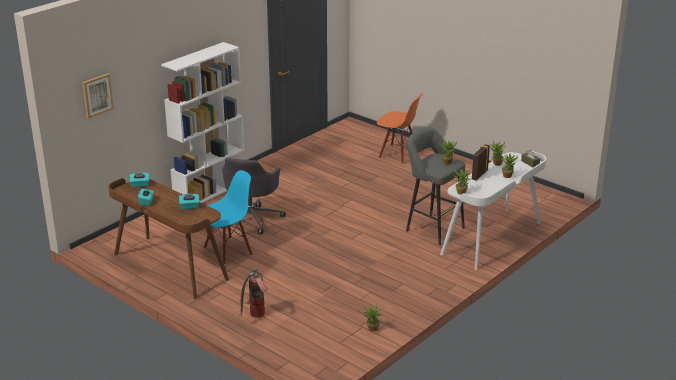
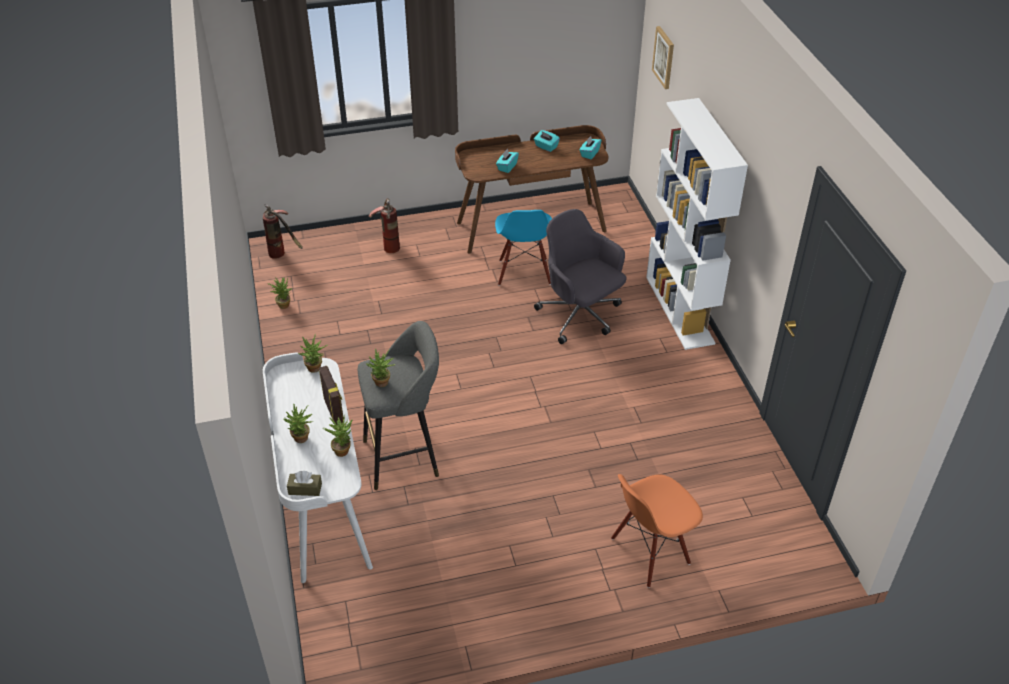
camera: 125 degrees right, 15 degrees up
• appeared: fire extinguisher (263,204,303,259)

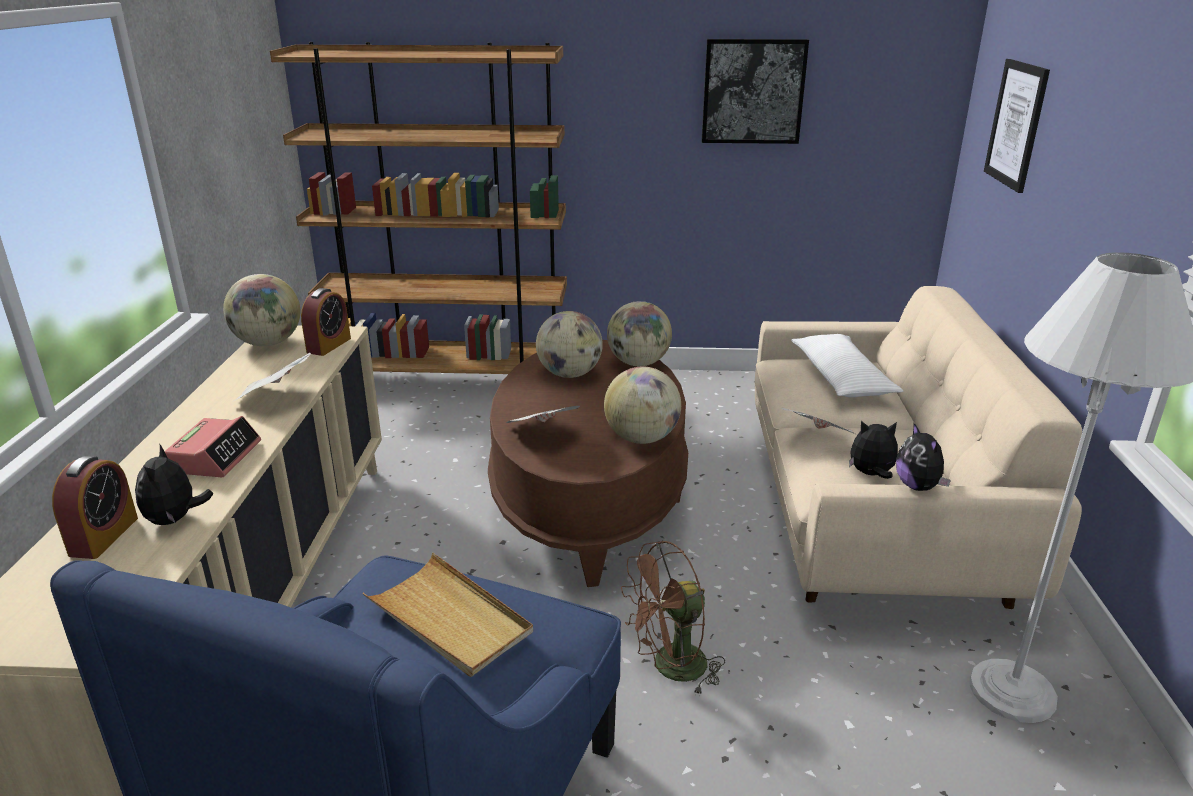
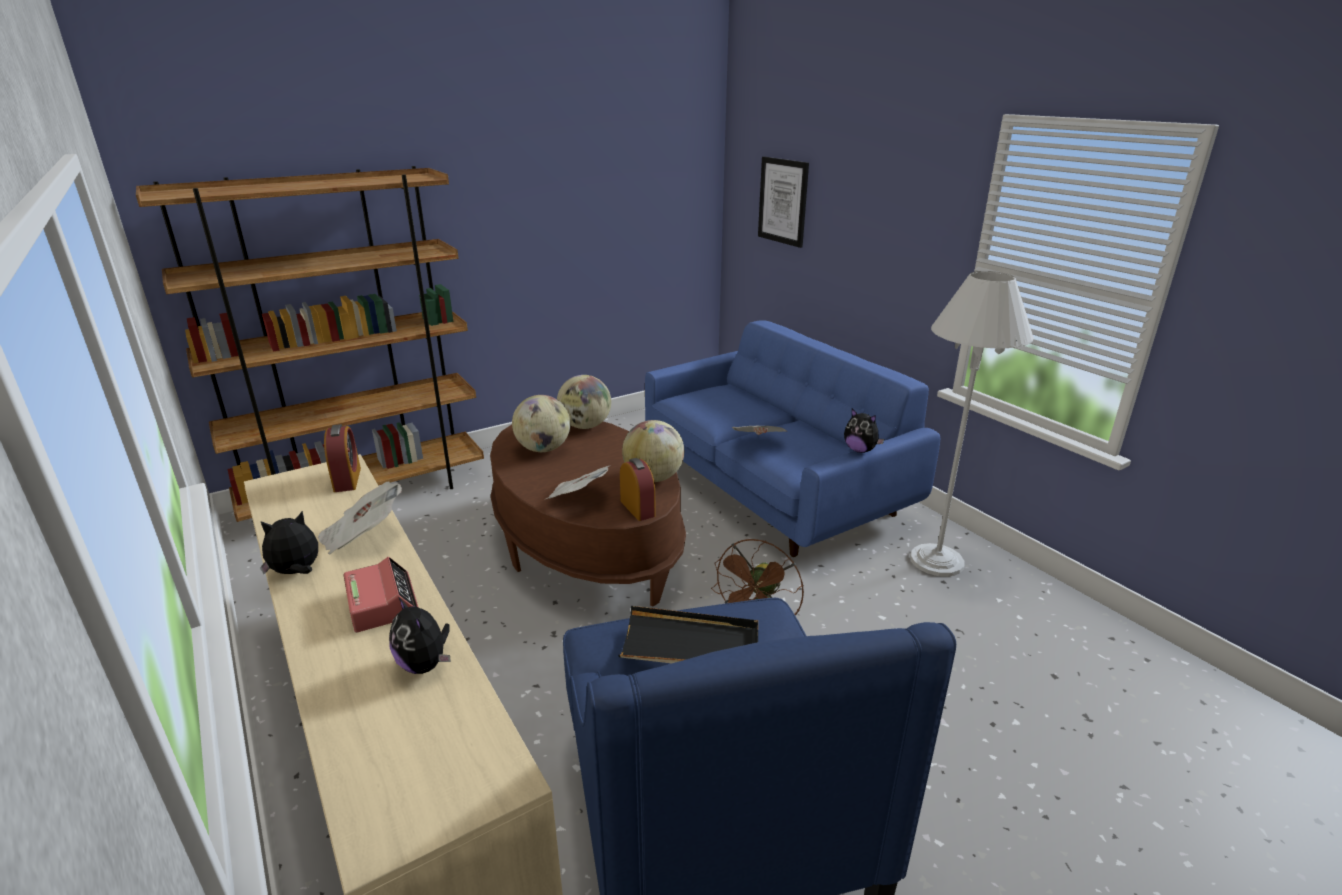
camera: 35 degrees left, 0 degrees up
• relocated: alarm clock (52,456,138,559) to (620,458,656,521)
• missing: globe (223,274,300,346)
• colour: tray in beige (363,553,533,677) to tray in black (618,606,758,663)
• missing: picture (701,39,809,144)
• colour: sofa in beige (755,286,1082,609) to sofa in blue (645,320,940,557)
• missing: pillow in white (791,334,903,397)
• relocated: plush toy (849,421,898,479) to (260,511,318,574)

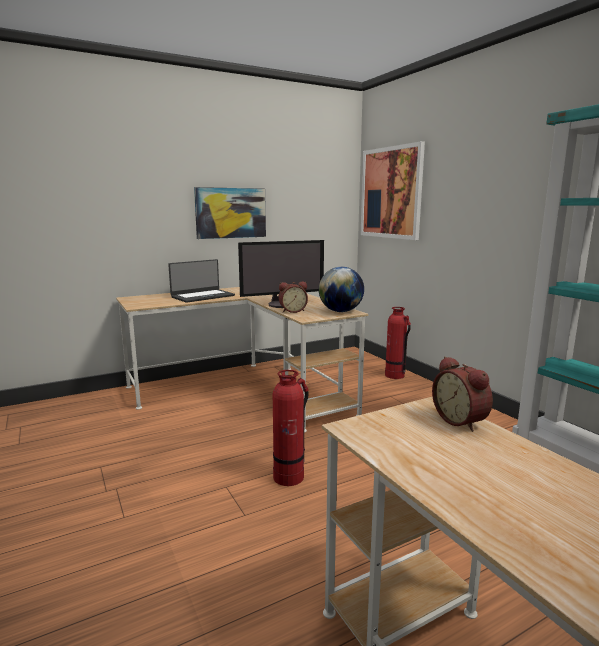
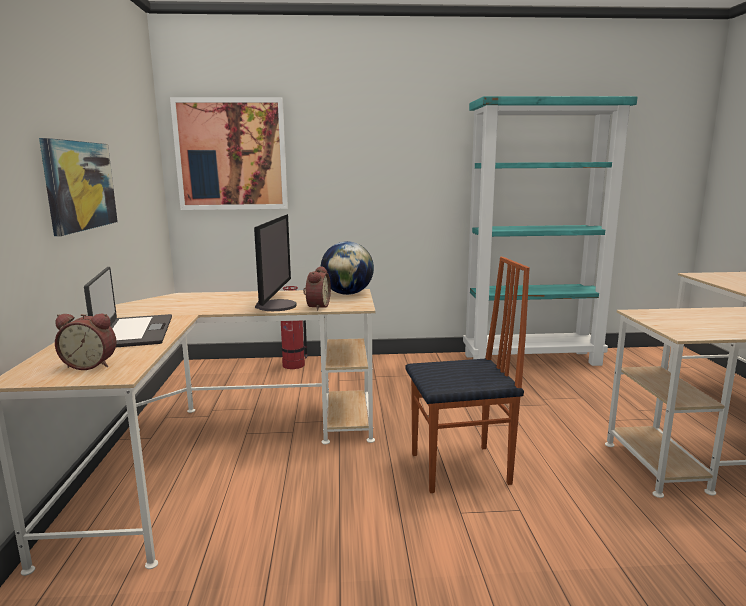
camera: 65 degrees left, 0 degrees up
• exchanged: fire extinguisher (273,370,309,486) to chair (406,257,530,493)
• relocated: alarm clock (432,356,493,432) to (55,313,117,370)

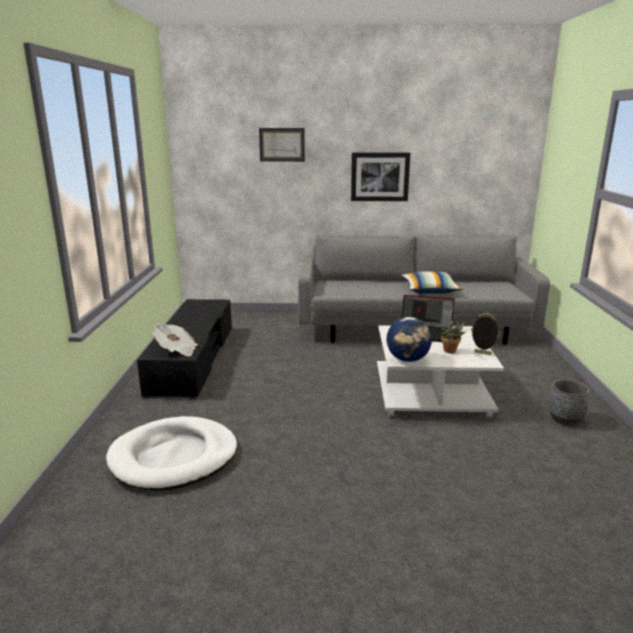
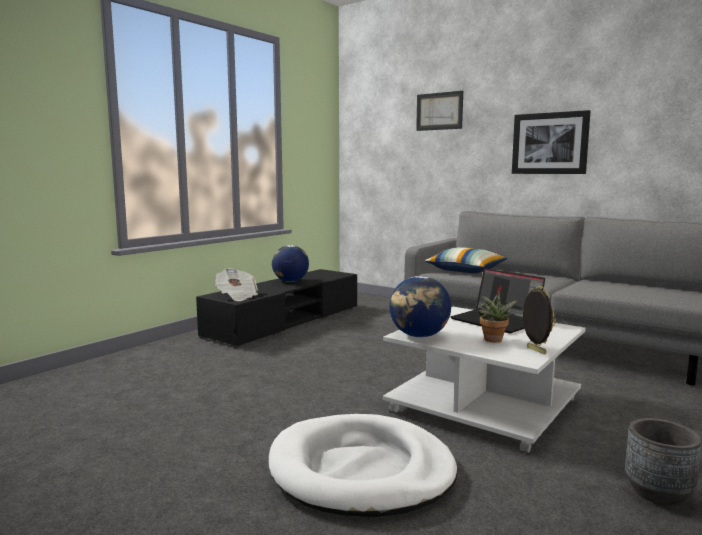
camera: 35 degrees right, 10 degrees down
• relocated: dog bed in white (106,416,237,491) to (269,414,458,517)
• relocated: pillow (402,272,462,294) to (425,247,507,273)
• appeared: globe (272,245,309,282)

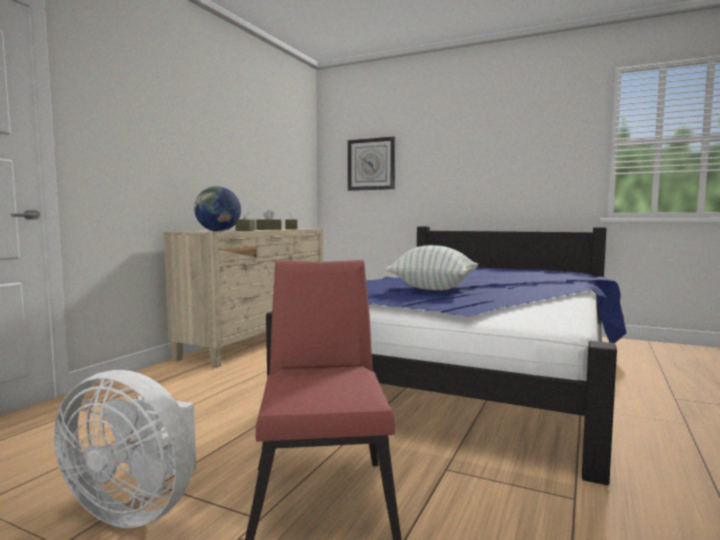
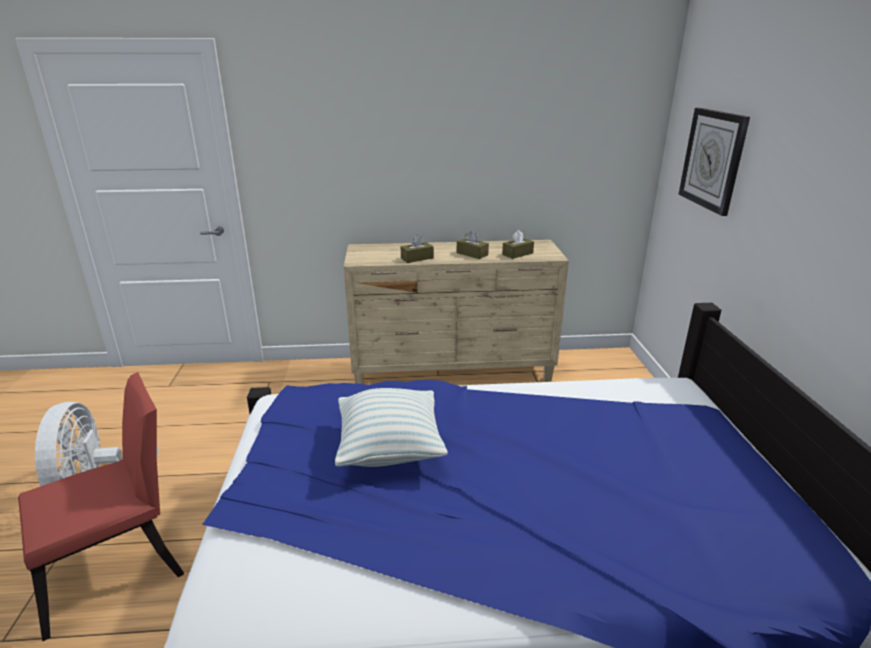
camera: 60 degrees right, 20 degrees up
• missing: globe (194,186,241,232)

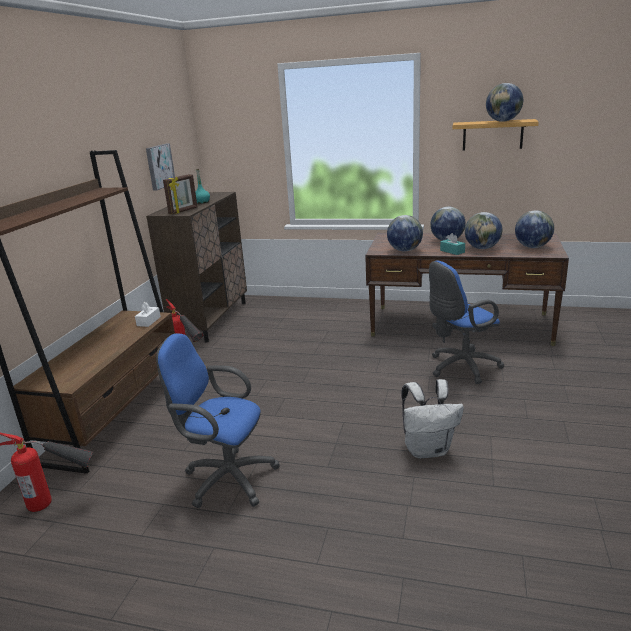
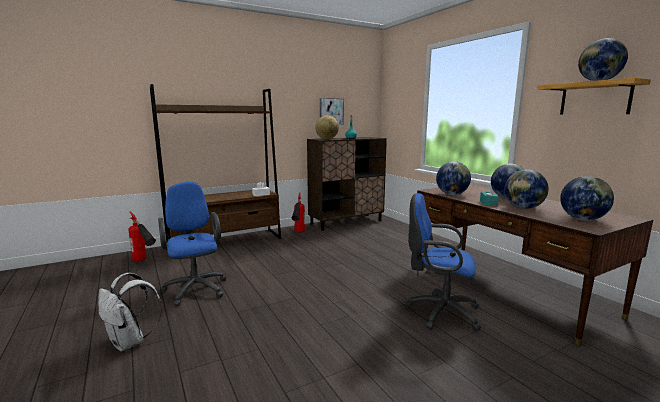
camera: 45 degrees right, 10 degrees down
• exchanged: picture frame (163,174,197,214) to globe (315,115,339,139)
• relocated: backpack in white (401,379,464,459) to (98,273,162,351)

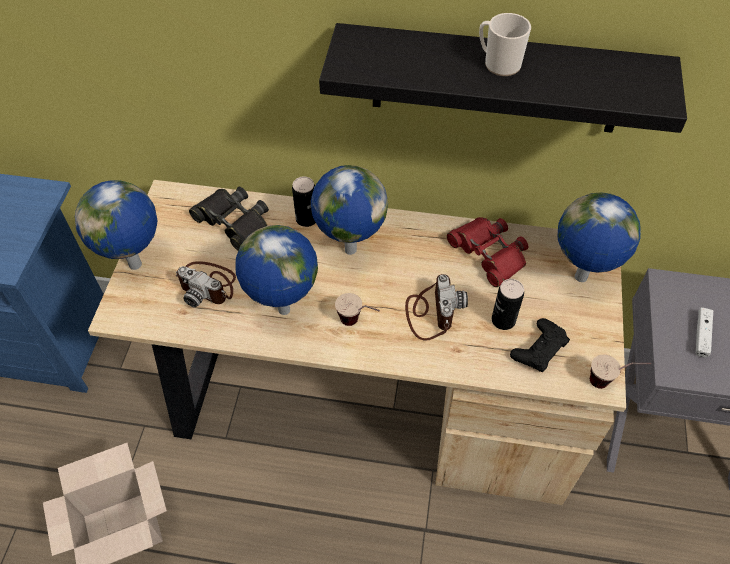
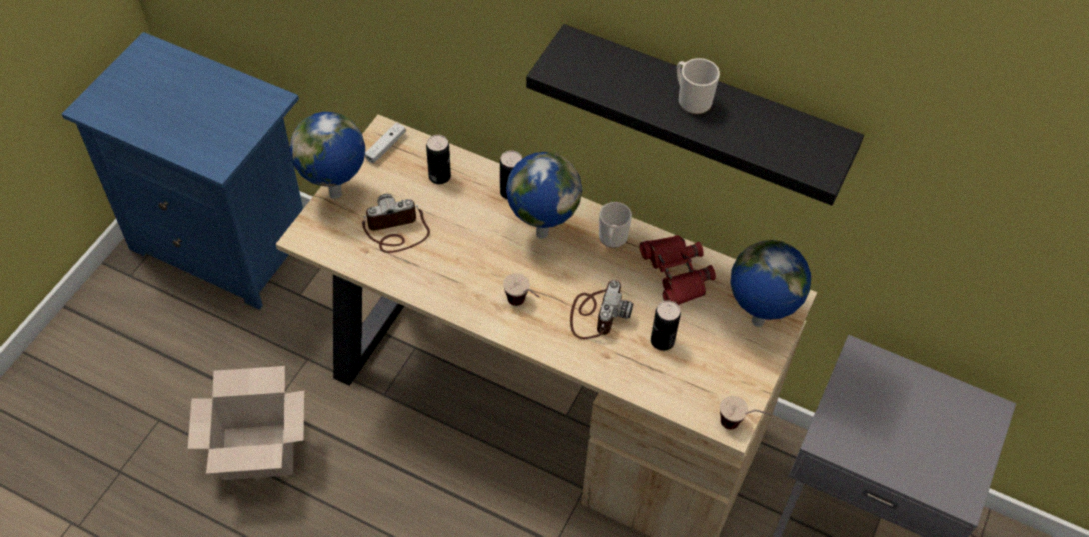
camera: 15 degrees right, 0 degrees up
• spun: photo camera (175,261,236,307) = (362,194,430,253) 120 degrees clockwise
• exchanged: binoculars in black (189,187,269,251) to can (426,135,451,184)
• missing: globe (235,225,318,315)
• missing: game controller in black (510,318,570,372)
• relocated: game controller in white (696,307,713,358) to (365,123,406,164)
• appeared: mug (599,202,632,248)

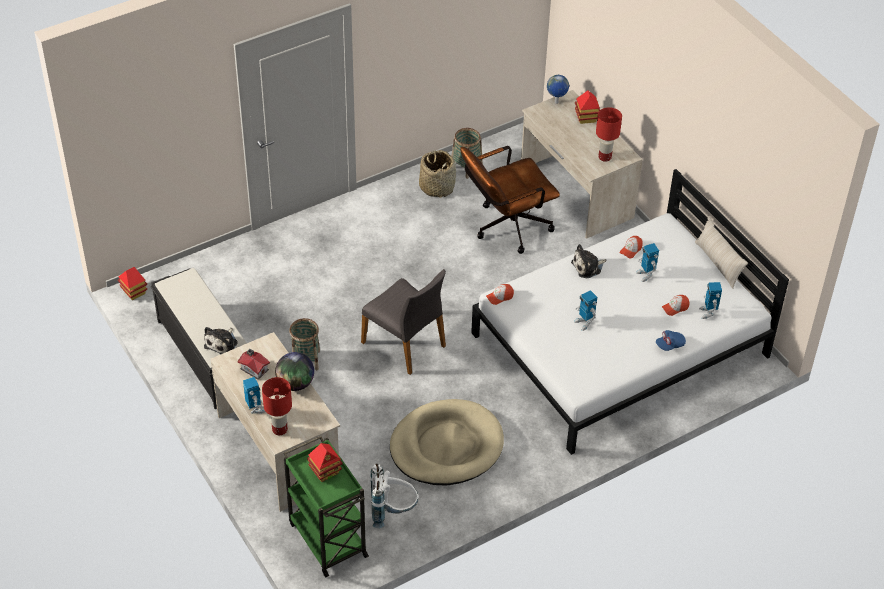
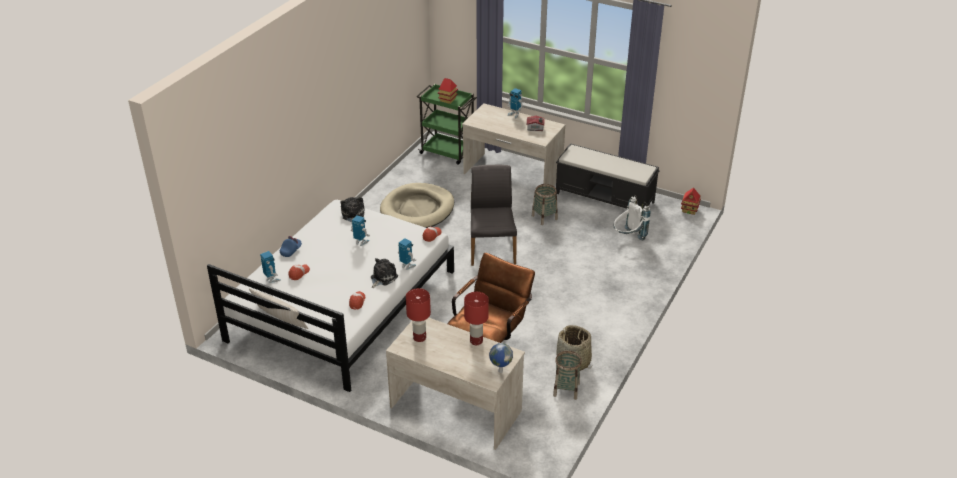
camera: 150 degrees right, 10 degrees down
• relocated: plush toy (204,327,238,354) to (340,197,365,222)
• relocated: table lamp in red (262,377,292,435) to (464,292,489,345)
• missing: globe (275,352,314,391)
• spun: chair in grey (361,269,446,375) = (471,165,517,266) 75 degrees clockwise
• relocated: backpack in white (370,464,419,528) to (614,195,651,240)
• missing: toy house (575,90,600,124)
• relocated: toy robot (636,243,659,282) to (398,238,416,270)

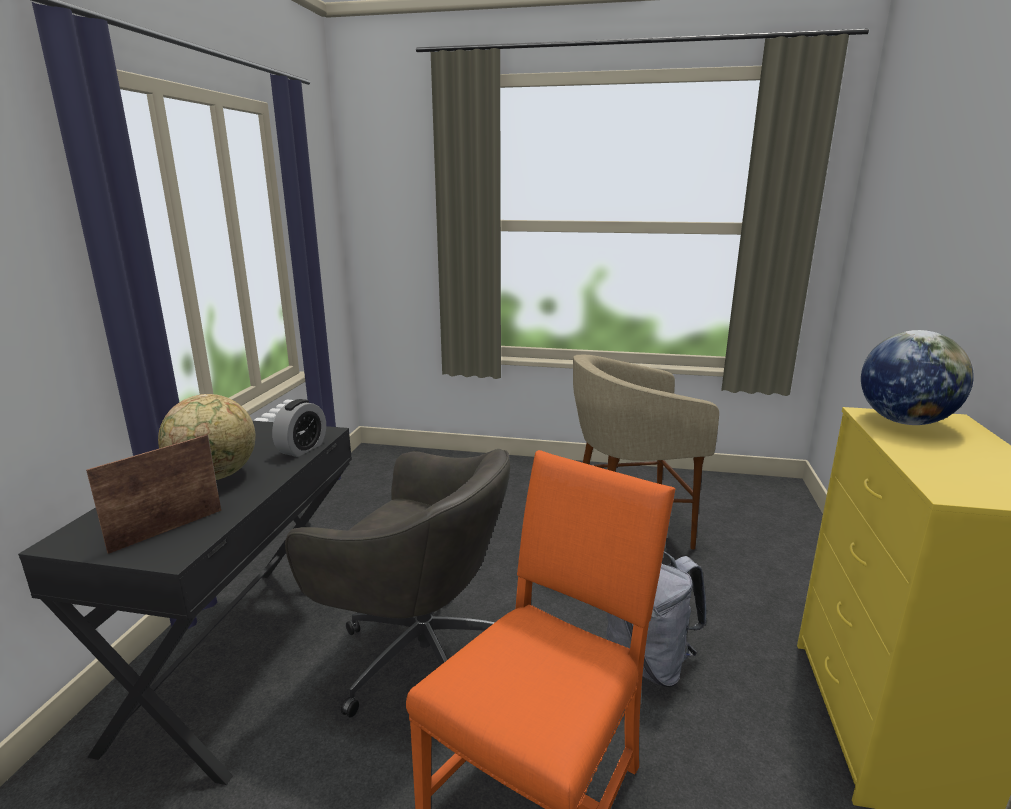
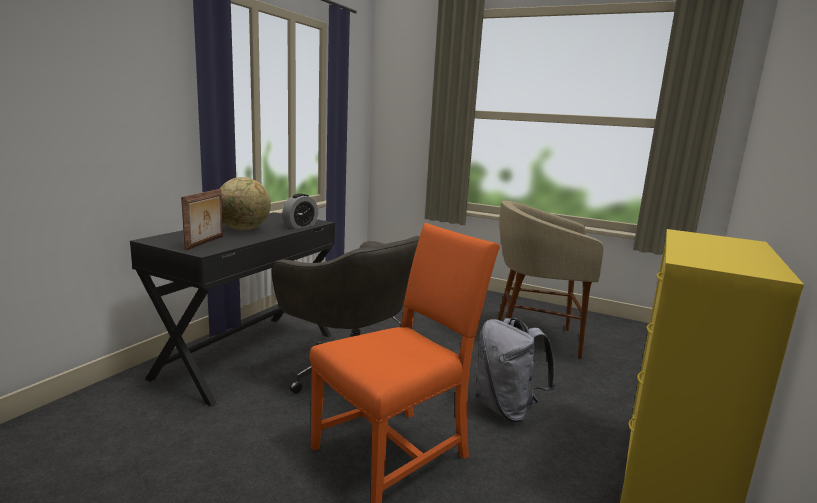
camera: 15 degrees right, 5 degrees down
• spun: picture frame (86,435,221,554) = (181,189,223,251) 135 degrees clockwise
• missing: globe (861,330,974,425)

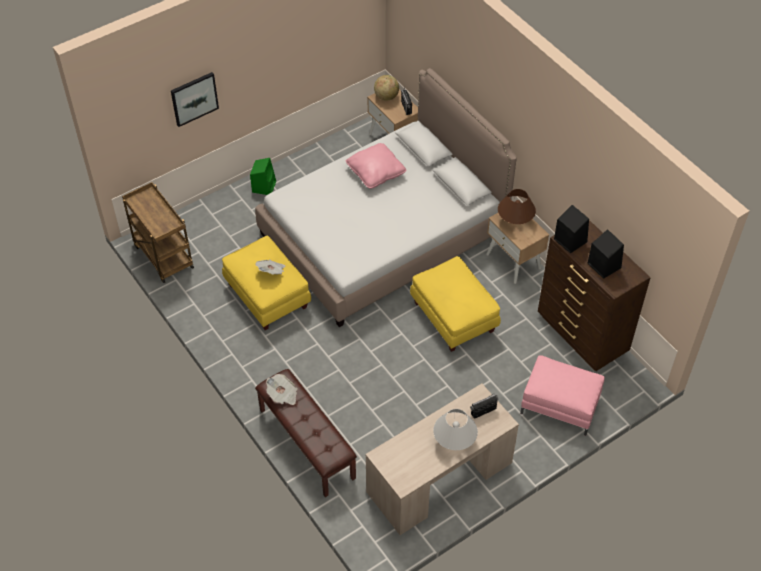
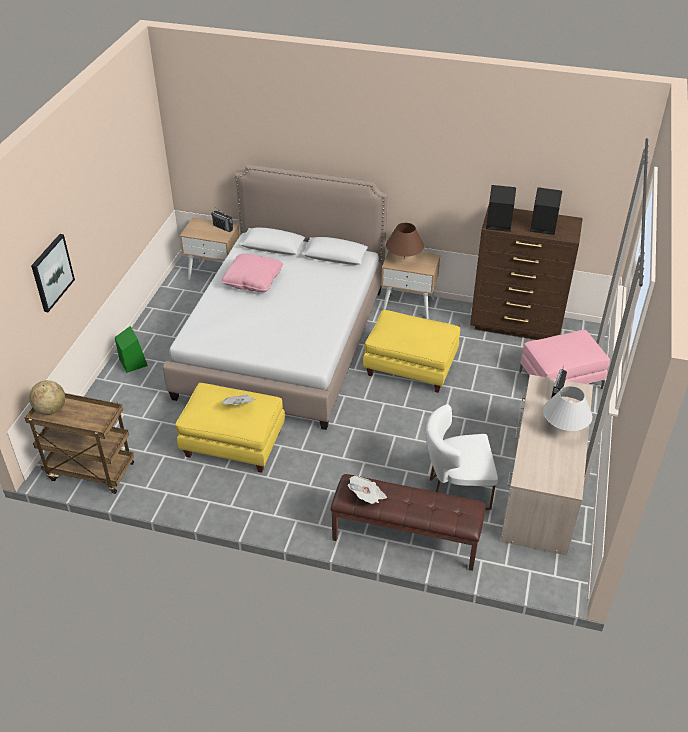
camera: 40 degrees left, 10 degrees down
• relocated: globe (374,75,399,101) to (29,380,65,415)
• appeared: chair in white (426,404,498,510)

